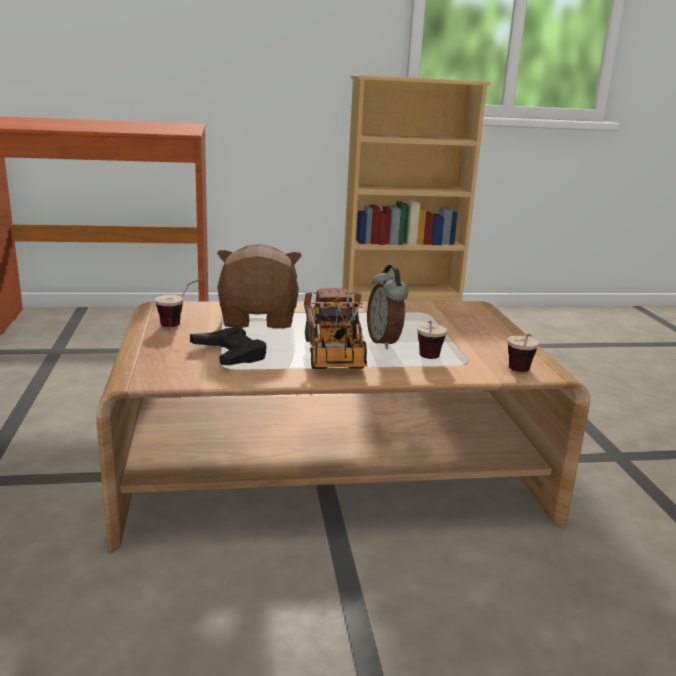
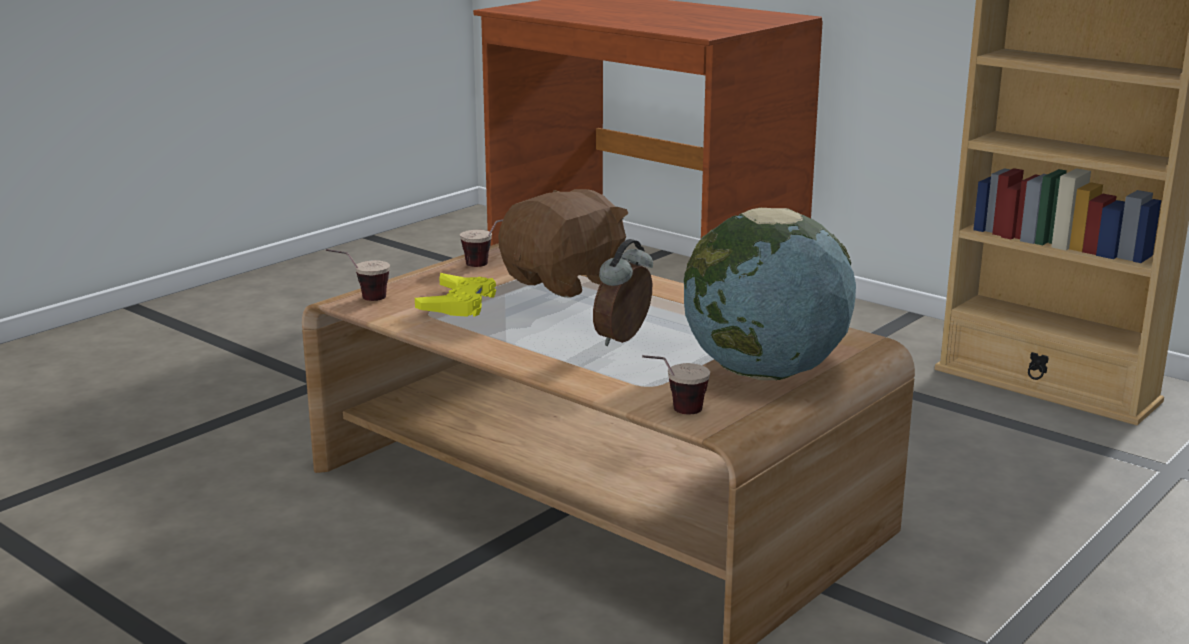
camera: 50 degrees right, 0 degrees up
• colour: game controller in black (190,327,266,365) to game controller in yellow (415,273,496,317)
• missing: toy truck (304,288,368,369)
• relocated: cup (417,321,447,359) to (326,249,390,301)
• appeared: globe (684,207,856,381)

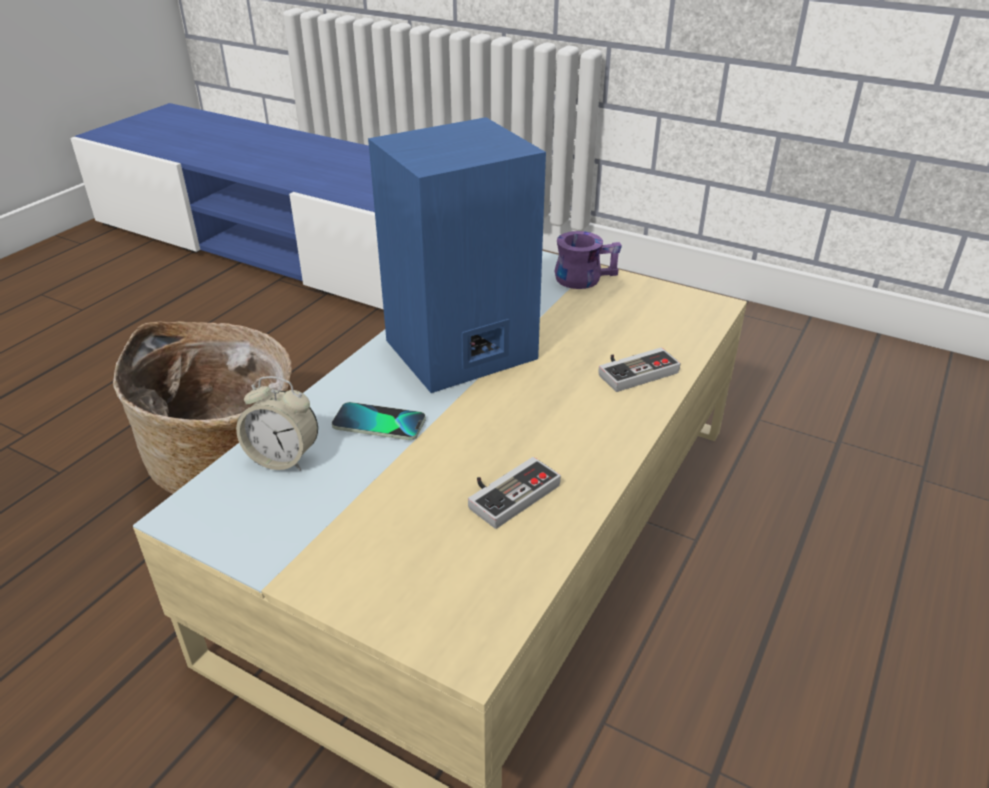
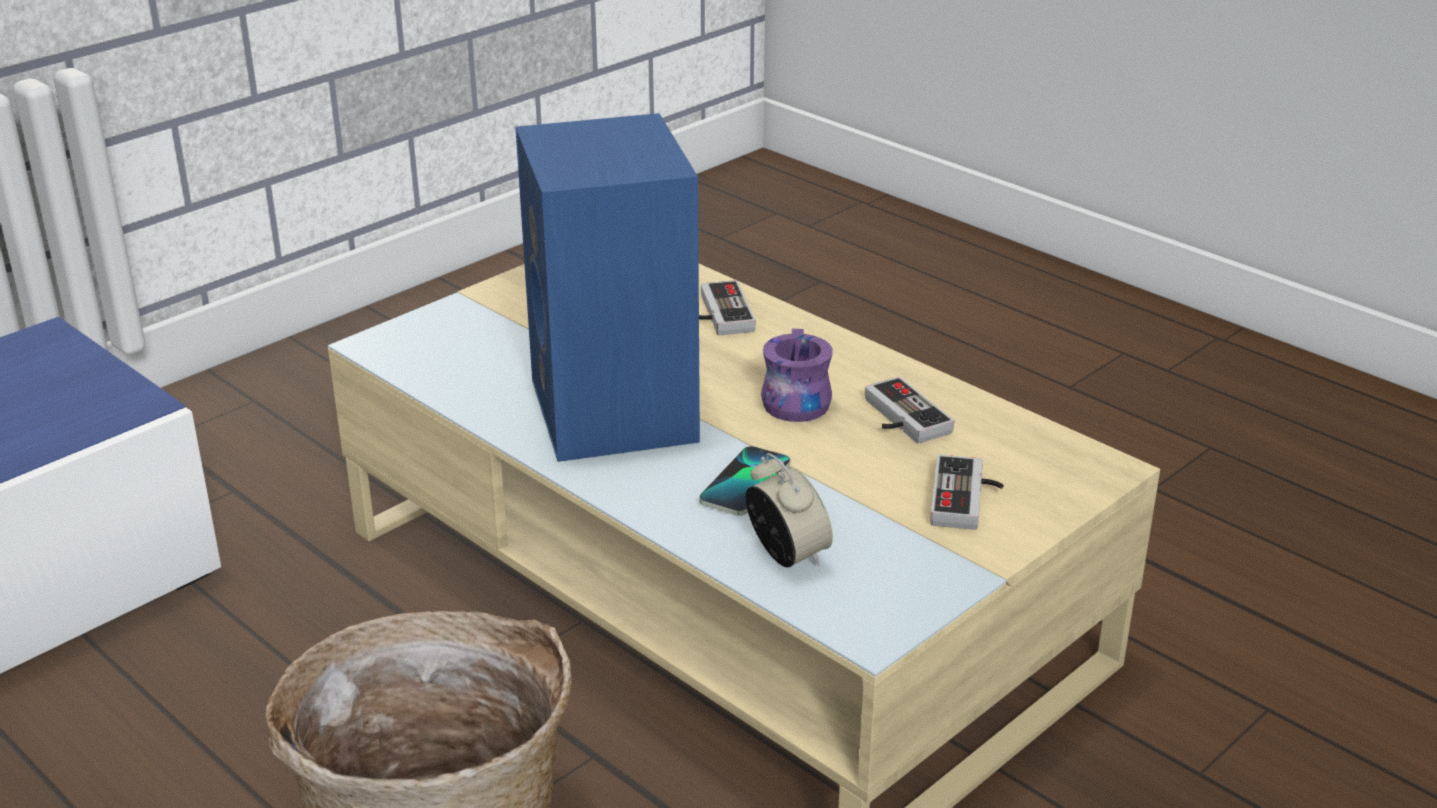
camera: 75 degrees left, 5 degrees down
• spun: alarm clock (236,376,318,471) = (746,453,833,568) 60 degrees counterclockwise
• relocated: mug in purple (554,231,622,289) to (761,329,833,422)
• appeared: game controller (930,455,1004,530)

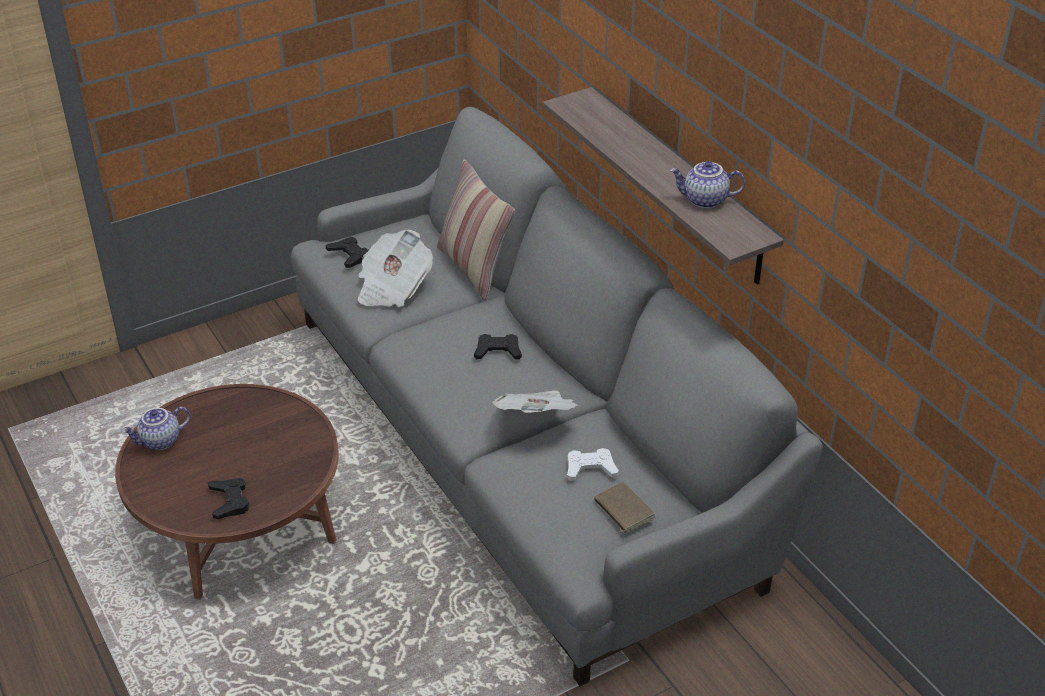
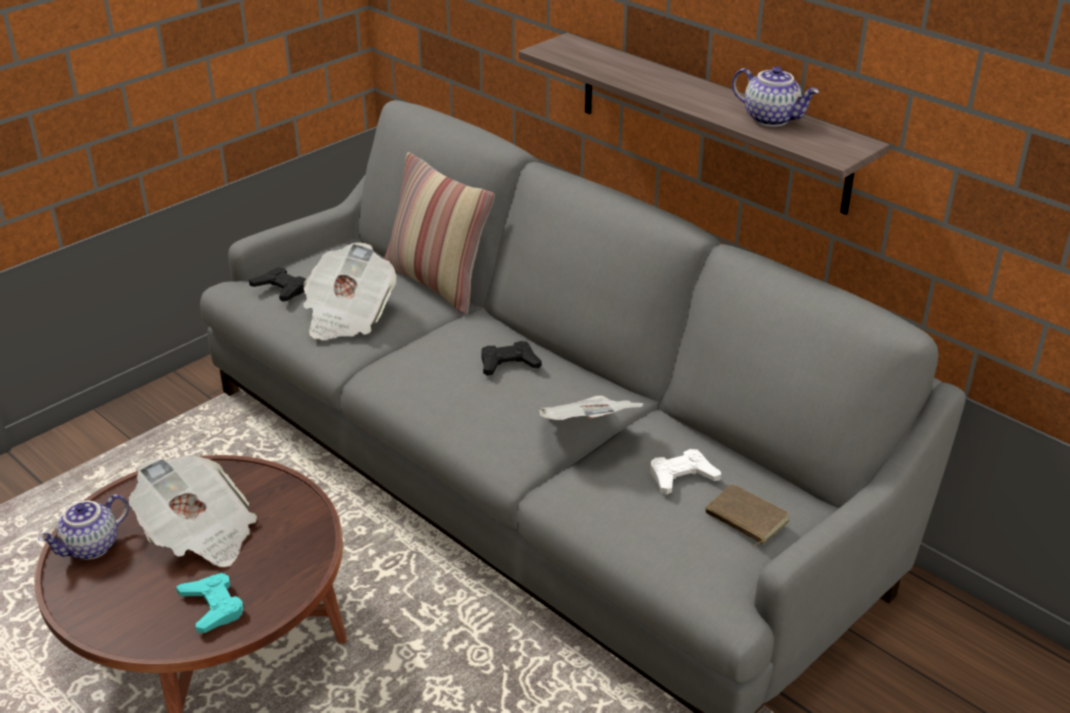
camera: 15 degrees left, 5 degrees down
• colour: game controller in black (208,478,250,519) to game controller in turquoise (176,573,243,633)
• spun: teapot (670,161,745,209) = (732,66,819,127) 135 degrees counterclockwise
• appeared: newspaper (129,455,257,567)

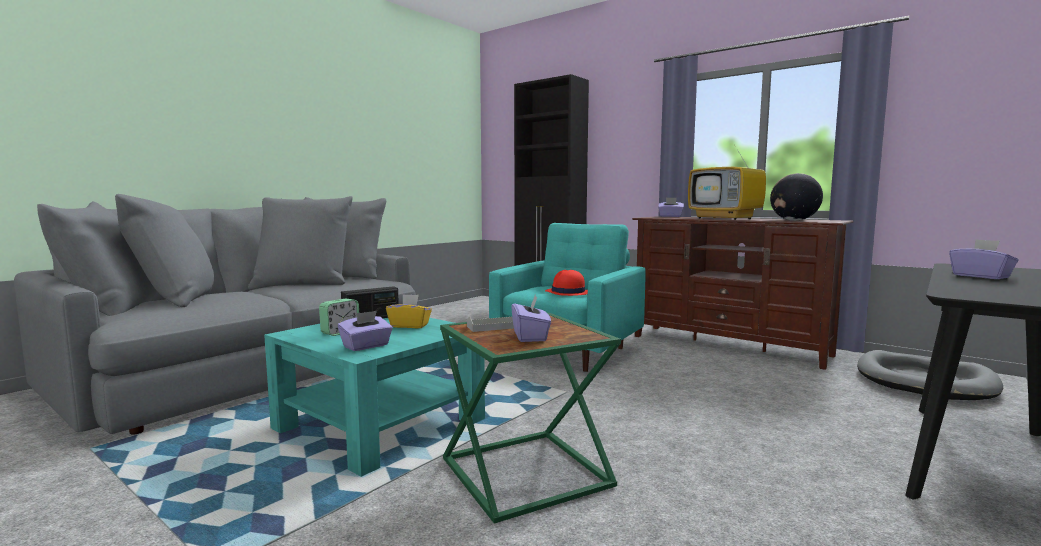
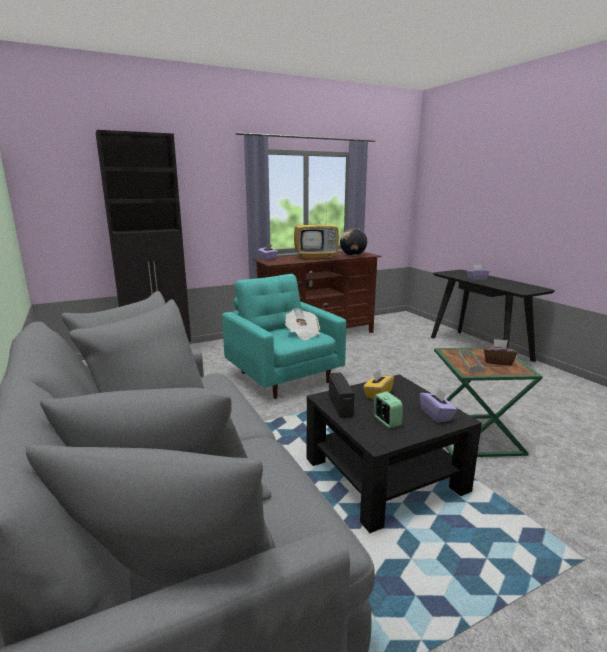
camera: 65 degrees left, 10 degrees up
• colour: coffee table in turquoise (264,318,485,477) to coffee table in black (307,375,482,533)
• colour: tissue box in purple (511,295,551,342) to tissue box in brown (483,339,517,366)
• exchanged: hat in red (545,270,588,296) to newspaper (285,309,320,340)
• missing: dog bed in grey (857,350,1003,400)

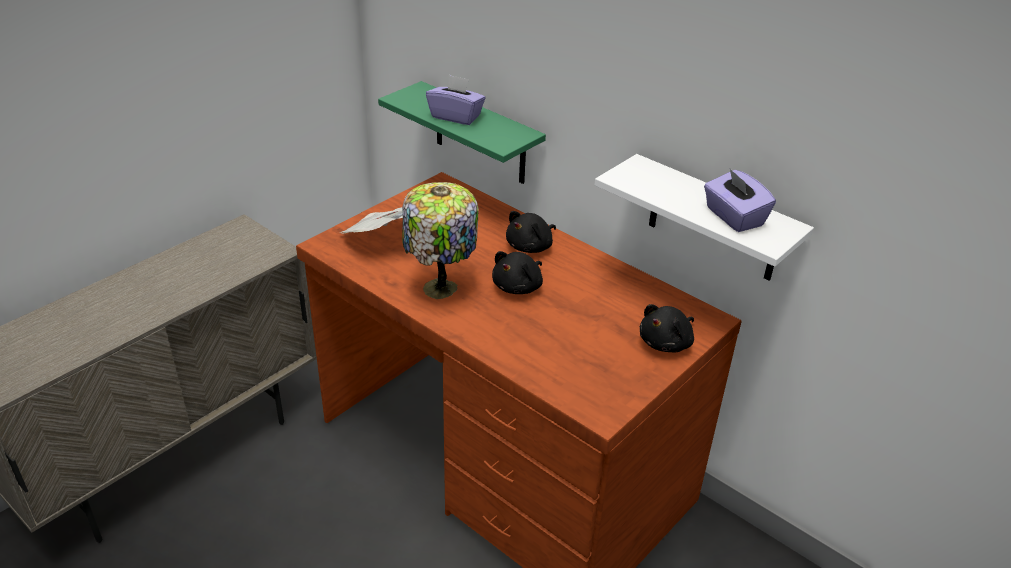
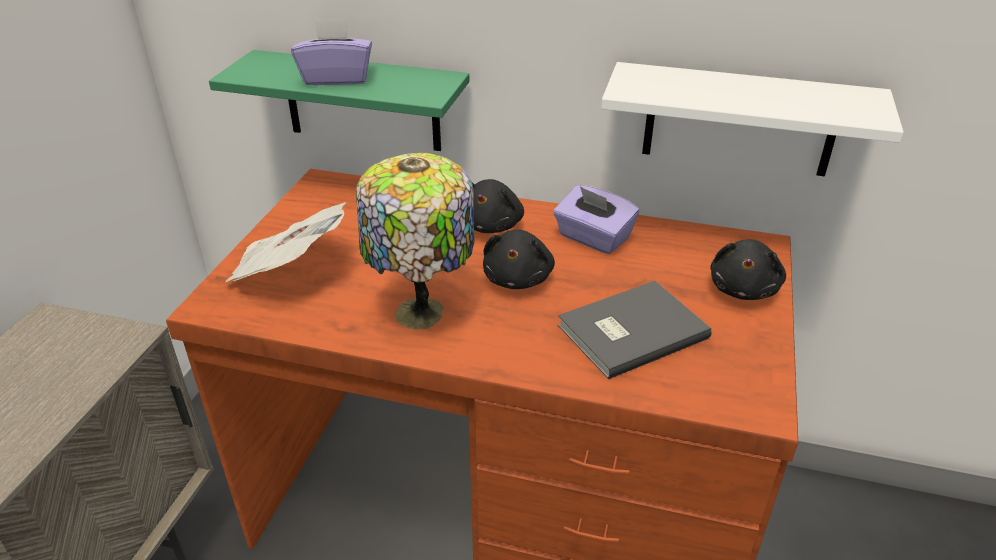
camera: 25 degrees left, 0 degrees up
• relocated: tissue box in purple (704,169,776,232) to (554,185,639,254)
• appeared: book in grey (558,281,711,380)

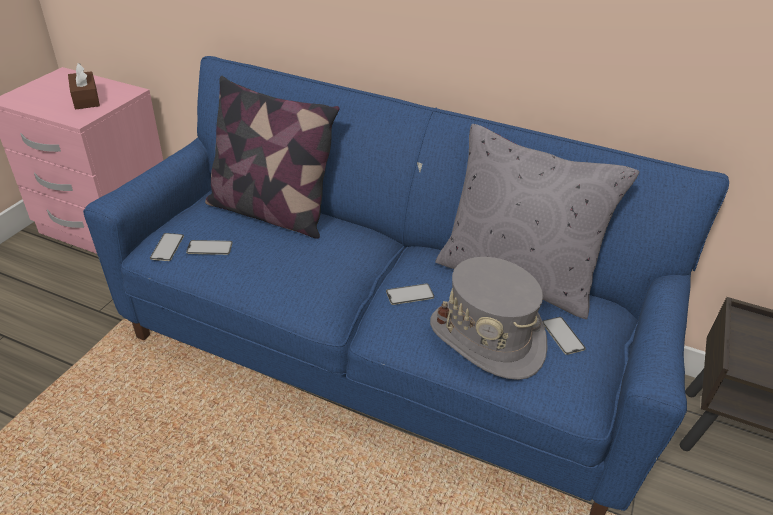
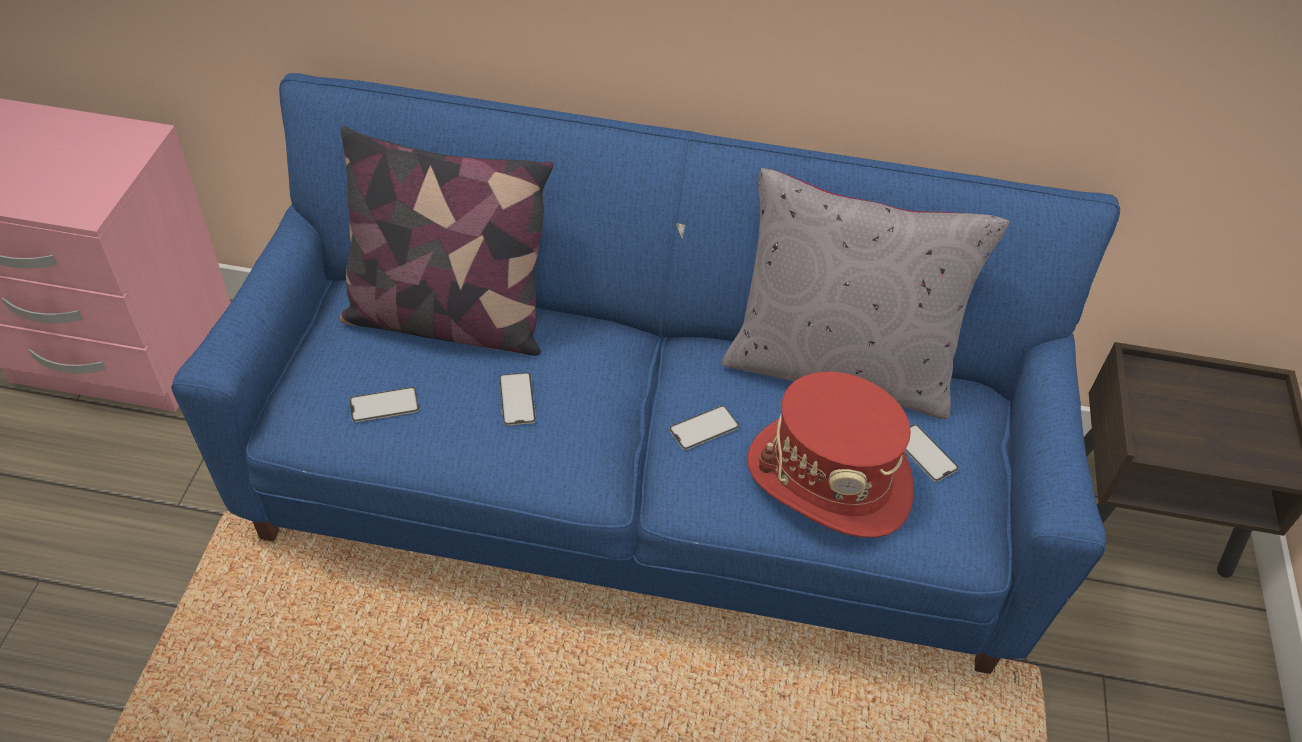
camera: 15 degrees left, 10 degrees up
• missing: tissue box in brown (68,63,100,109)
• relocated: phone (150,233,184,261) to (499,373,536,426)
• colour: hat in grey (430,257,548,380) to hat in red (747,372,914,538)

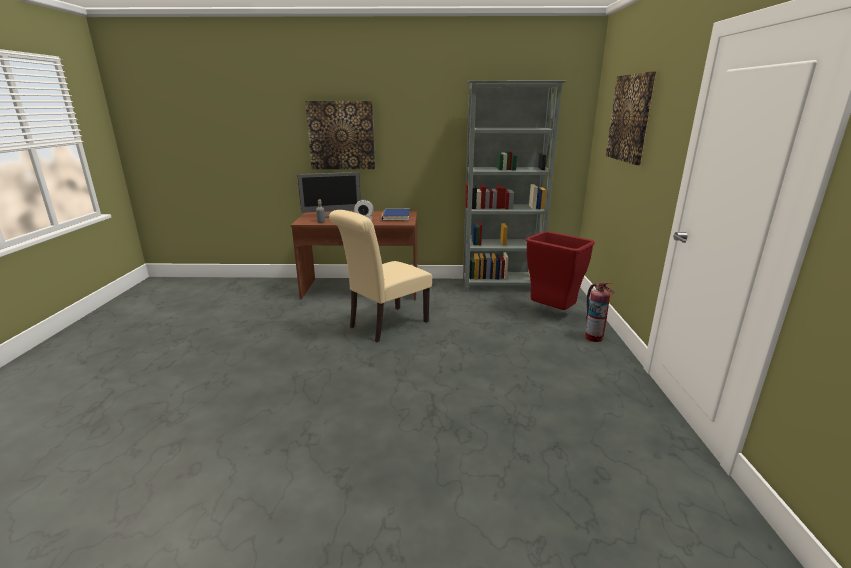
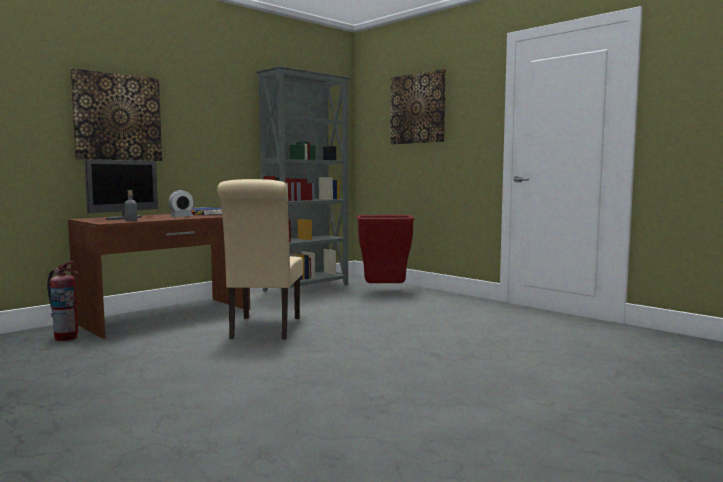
camera: 45 degrees left, 15 degrees down
• relocated: fire extinguisher (585,282,615,342) to (47,261,78,341)

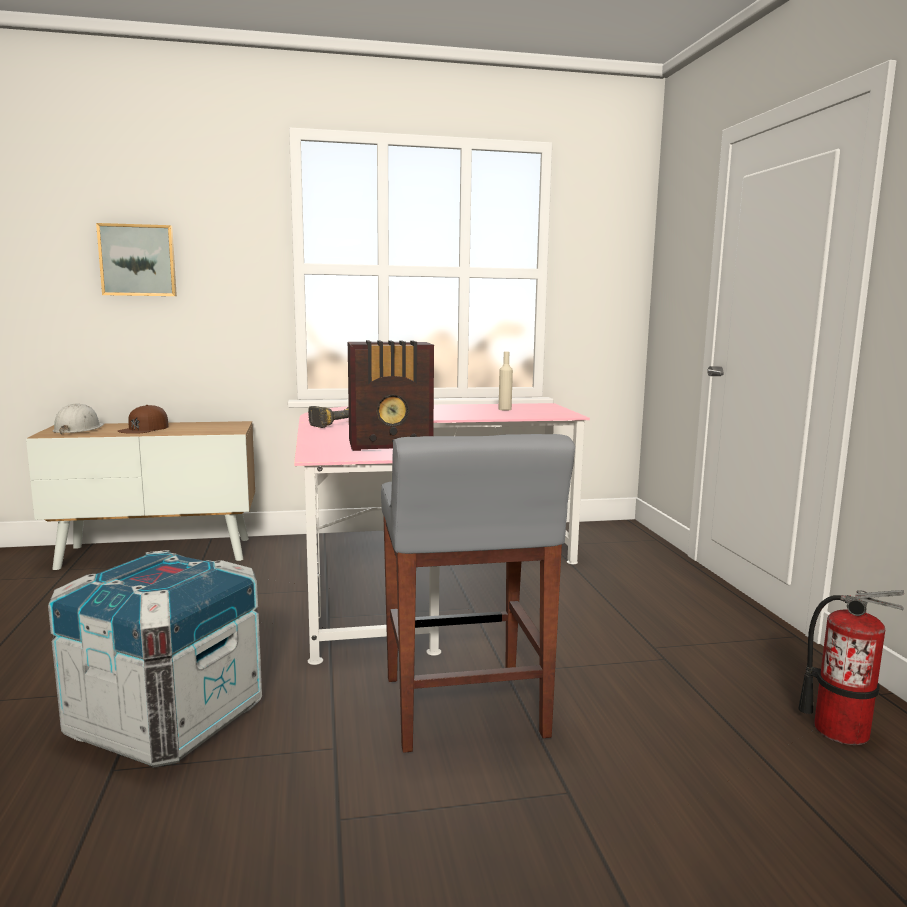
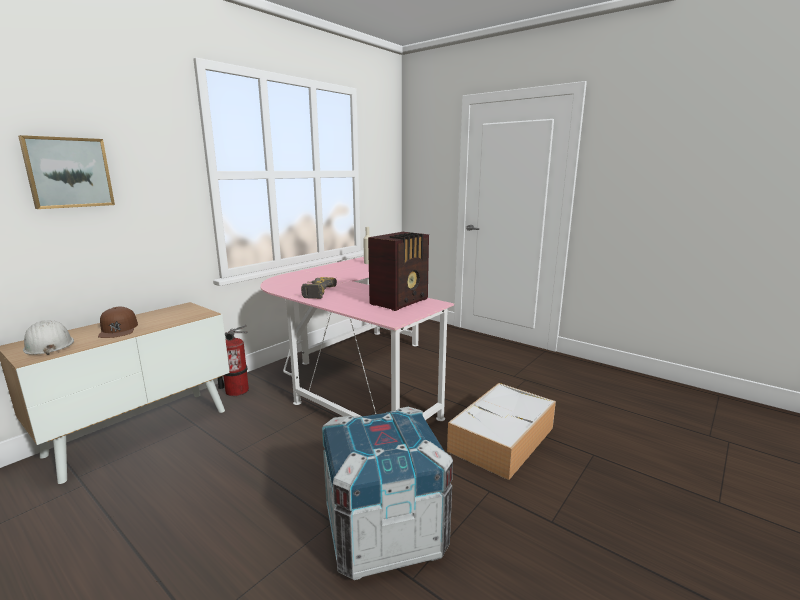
camera: 40 degrees left, 5 degrees up
• exchanged: stool in grey (381,434,575,753) to storage box (447,383,556,480)
• relocated: fire extinguisher (798,590,904,745) to (218,325,249,396)

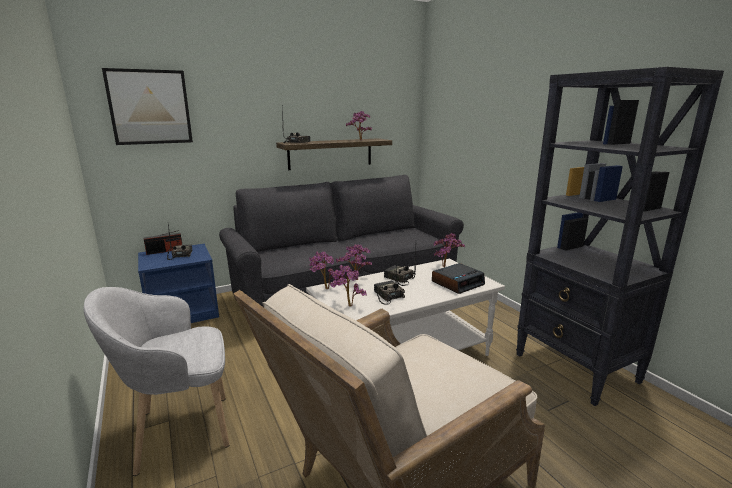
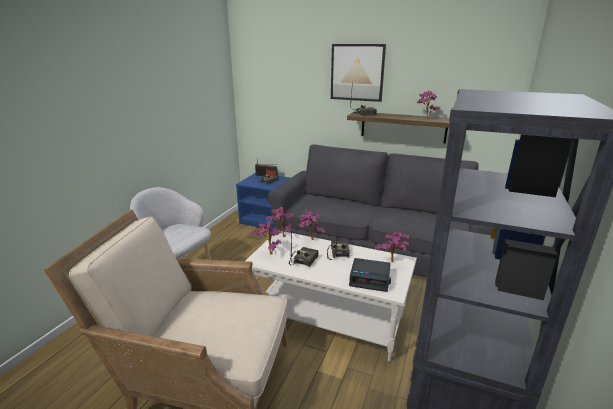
camera: 50 degrees right, 5 degrees up
• relocated: picture (102,68,193,145) to (331,44,386,102)

